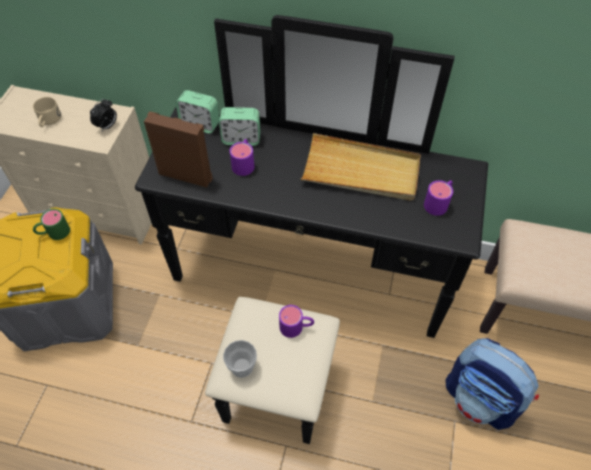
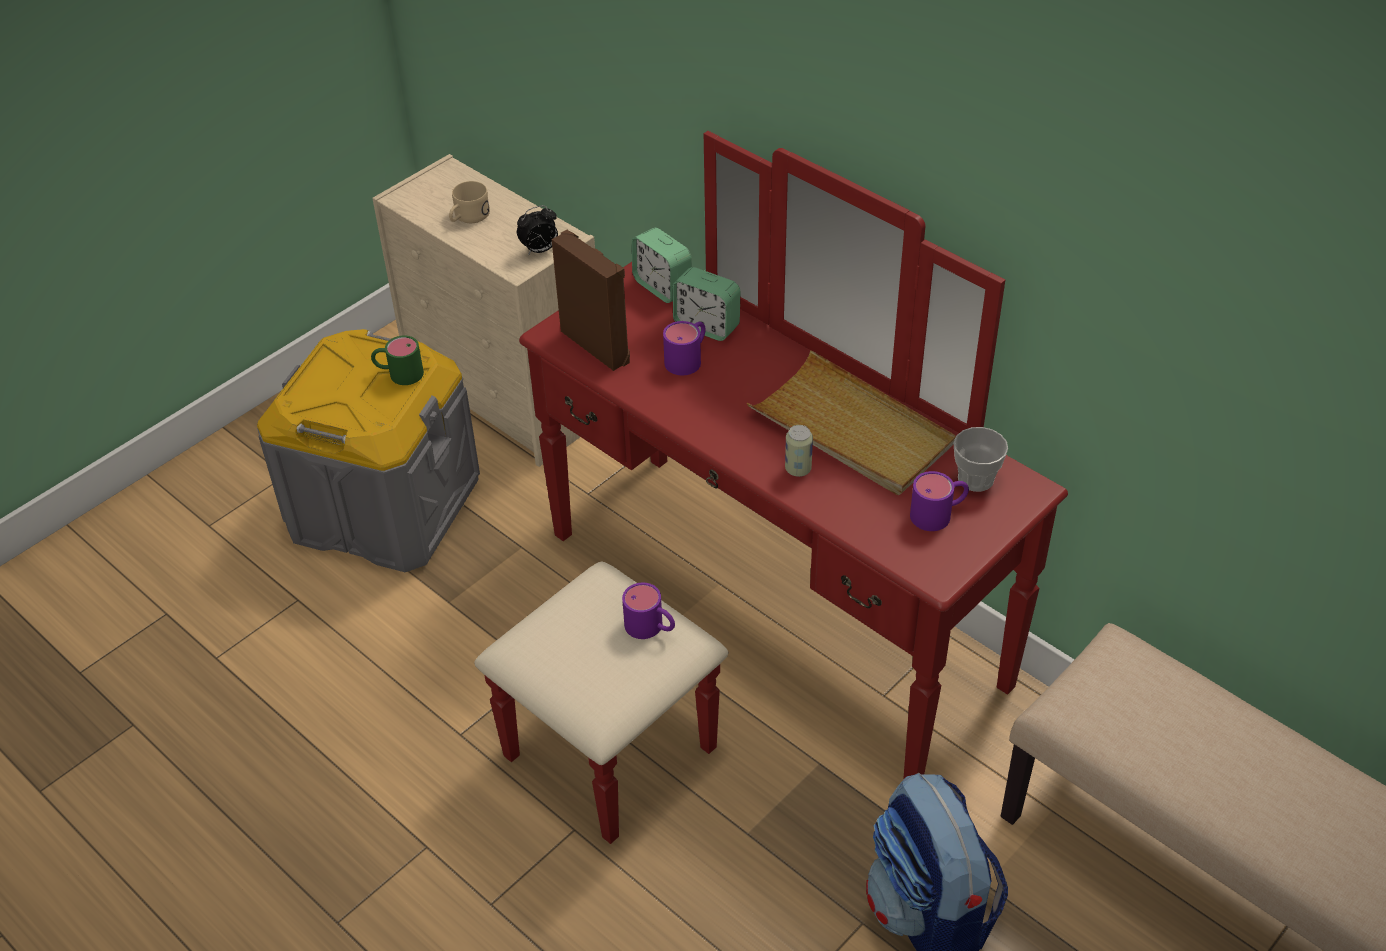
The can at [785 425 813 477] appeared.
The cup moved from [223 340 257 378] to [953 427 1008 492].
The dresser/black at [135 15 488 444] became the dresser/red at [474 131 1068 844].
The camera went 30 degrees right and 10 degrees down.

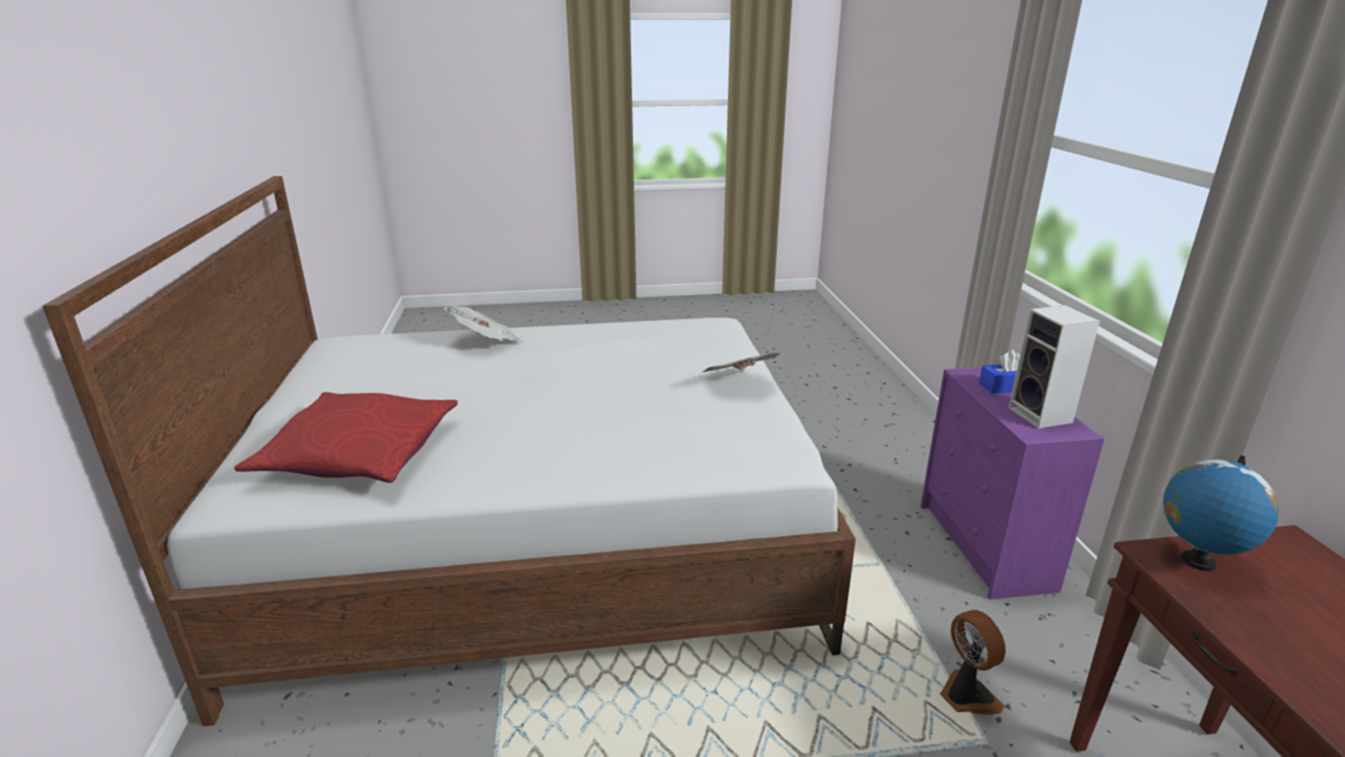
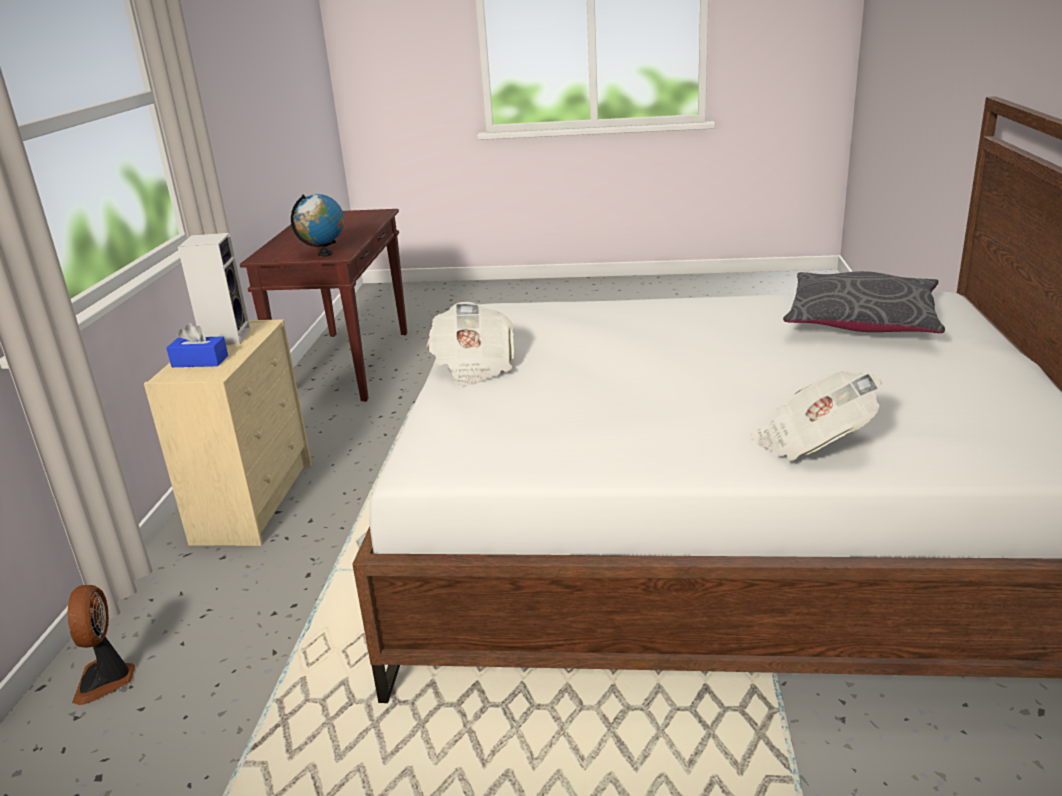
The fan moved from [940 610 1006 715] to [68 585 135 705].
The pillow/red at [234 392 458 483] became the pillow/grey at [783 271 945 333].
The dresser/purple at [920 367 1105 600] became the dresser/beige at [144 319 312 546].
The camera went 165 degrees left and 0 degrees up.

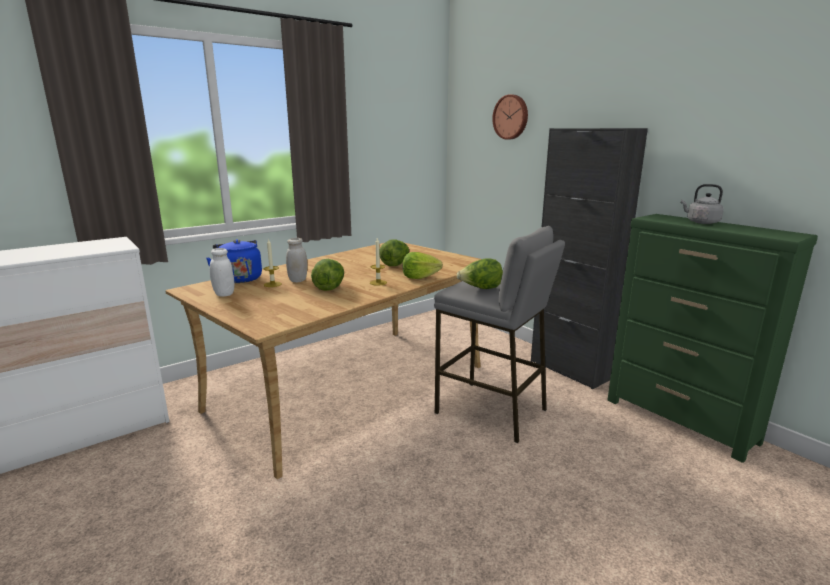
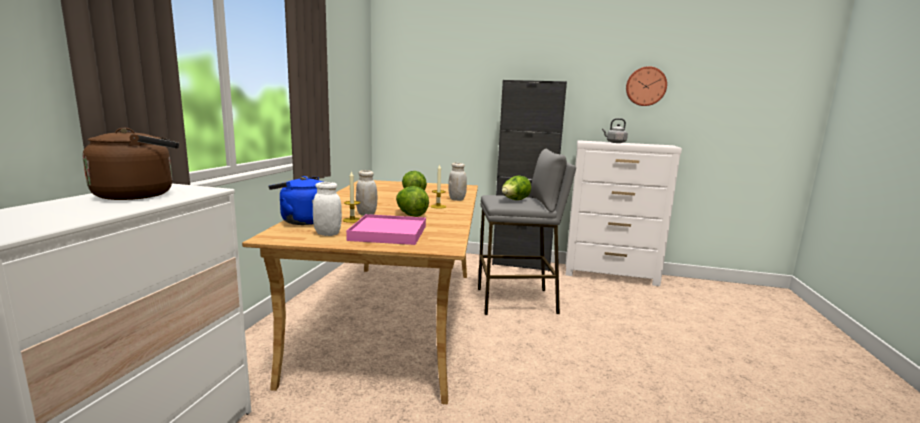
The kettle/brown at [83 128 179 200] appeared.
The tray/pink at [346 214 426 245] appeared.
The wall clock moved from [492 94 528 140] to [626 66 667 106].
The lettuce at [402 252 443 279] was replaced by the jar/white at [448 163 467 201].
The dresser/green at [607 214 818 463] became the dresser/white at [566 140 682 286].
The camera went 40 degrees left and 5 degrees down.

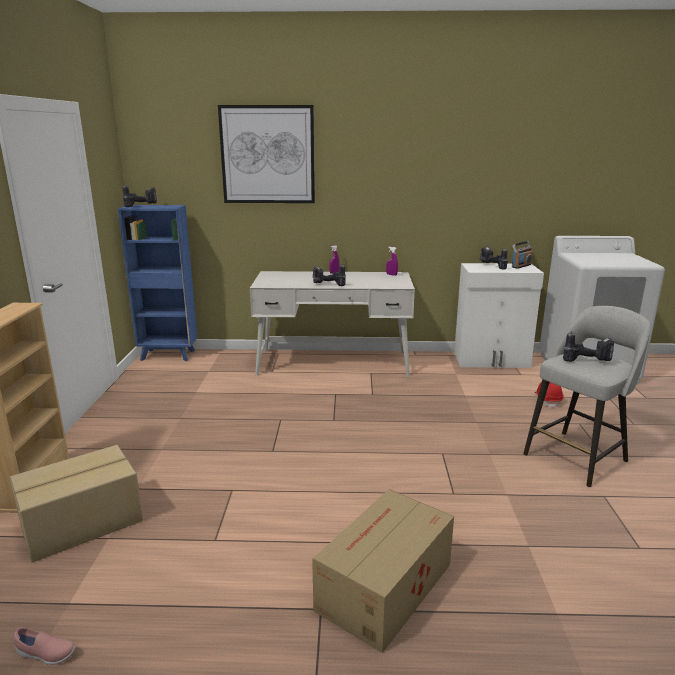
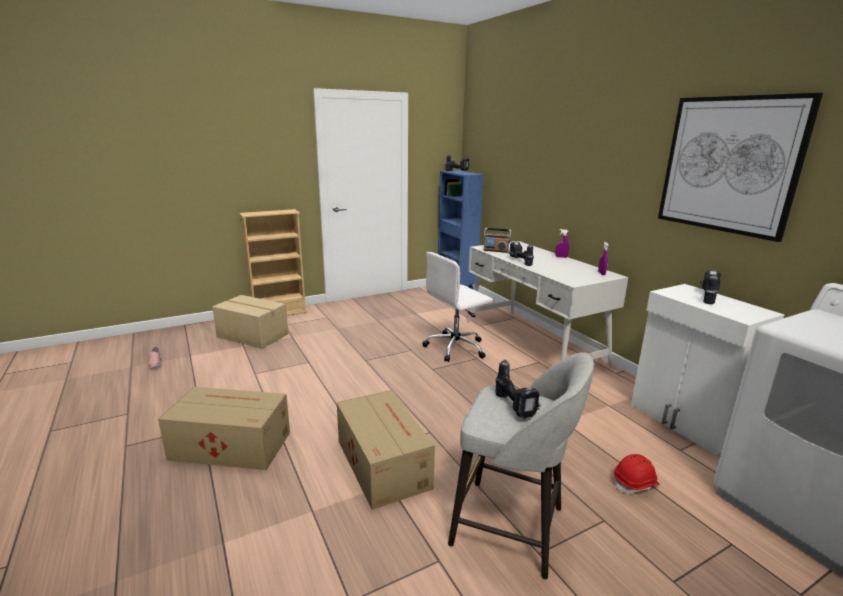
The cardboard box at [337 390 435 510] appeared.
The office chair/white at [422 252 493 362] appeared.
The picture moved from [218 105 315 203] to [658 93 823 242].
The radio moved from [512 241 532 269] to [484 228 511 253].
The camera went 60 degrees right and 0 degrees up.

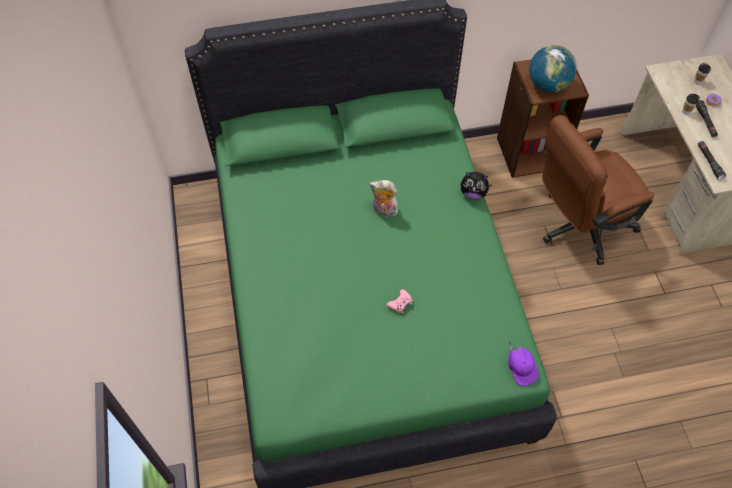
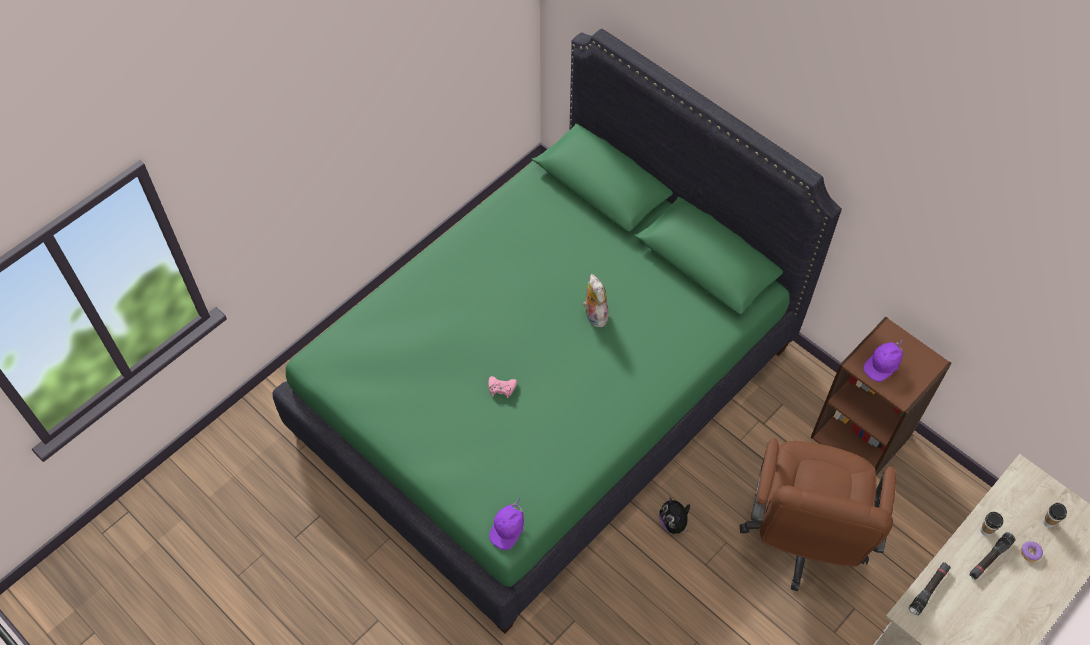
The plush toy moved from [461 172 492 199] to [659 497 690 534].
The globe at [529 45 577 92] was replaced by the cap/purple at [863 340 903 382].
The office chair/brown at [542 115 655 265] turned 105 degrees counterclockwise.
The camera went 55 degrees right and 0 degrees up.

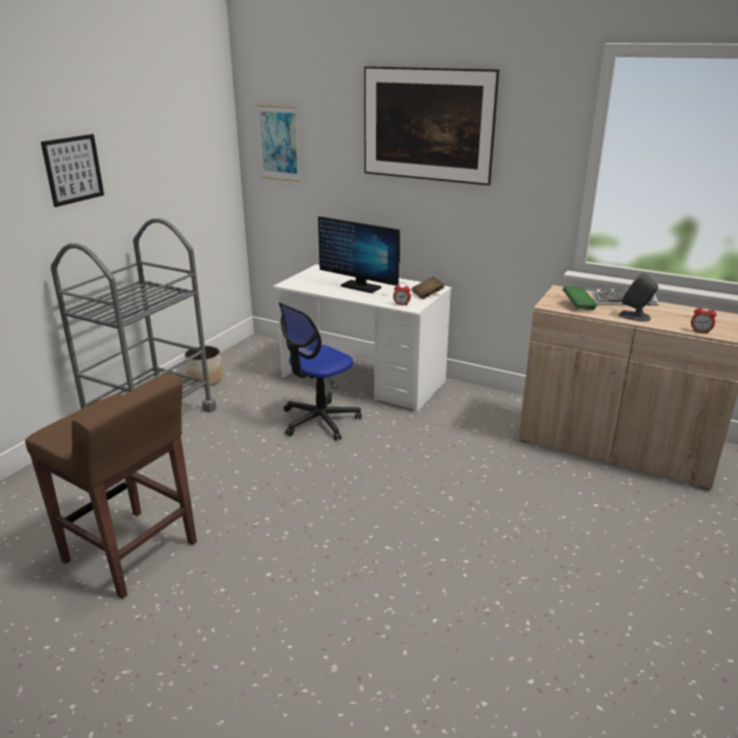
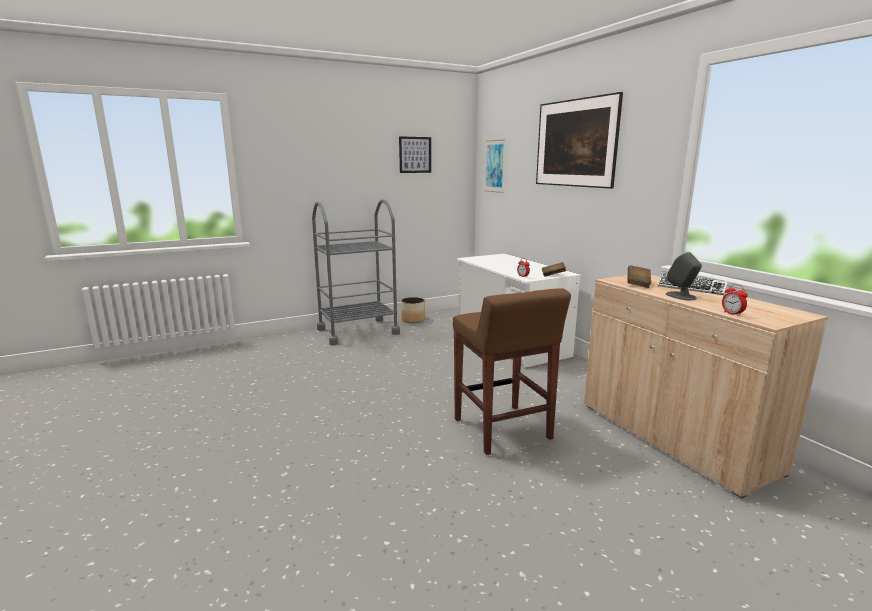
The office chair at [279 303 362 441] disappeared.
The monitor at [318 216 400 293] disappeared.
The stool/brown moved from [25 373 197 599] to [453 288 571 455].
The picture moved from [41 134 104 207] to [399 136 431 173].
The book/green at [562 286 598 310] became the book/brown at [627 265 651 288].
The camera went 35 degrees right and 10 degrees down.

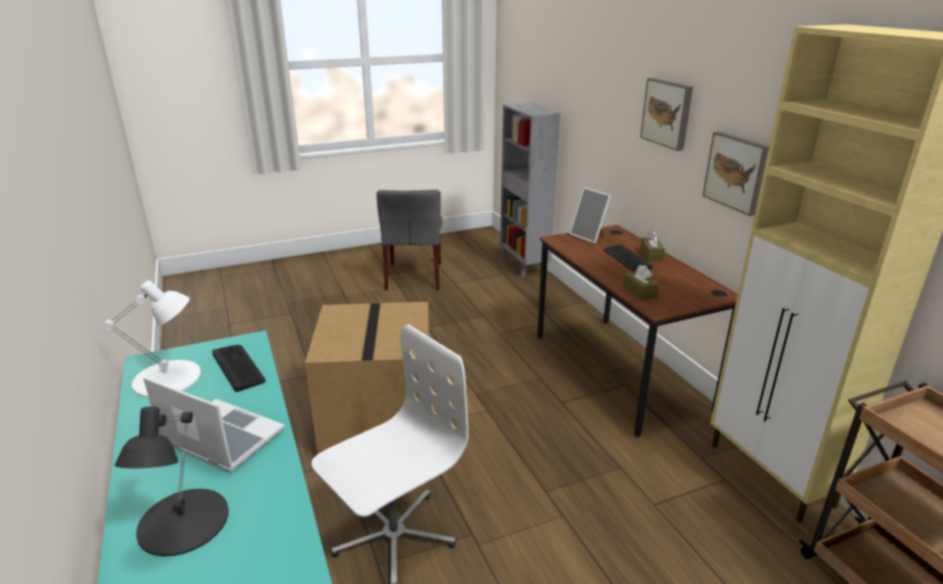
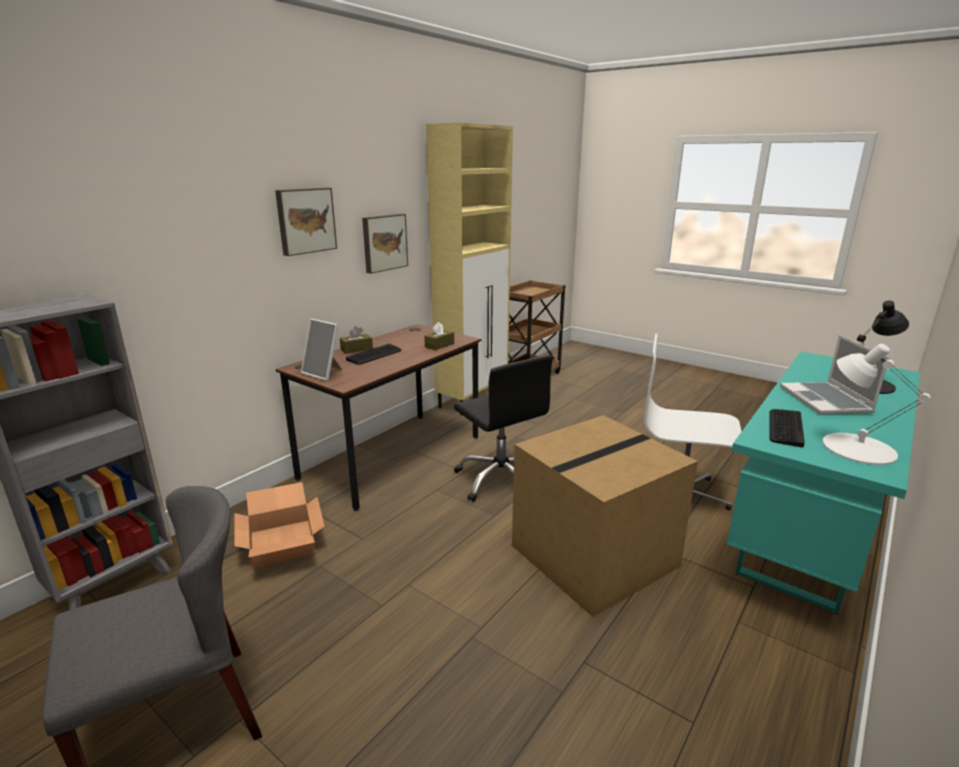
The cardboard box at [234 482 325 568] appeared.
The office chair/black at [454 355 553 502] appeared.
The picture frame at [569 187 611 244] turned 105 degrees clockwise.
The camera went 120 degrees left and 5 degrees down.

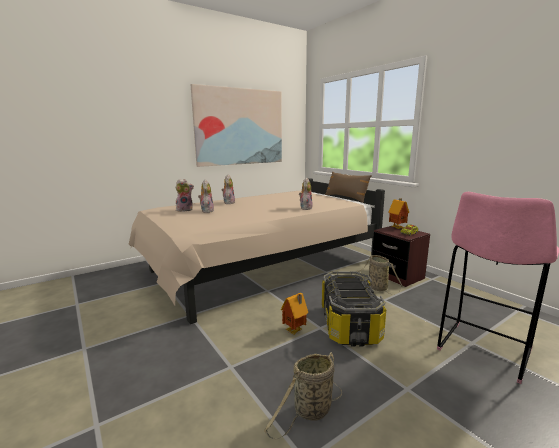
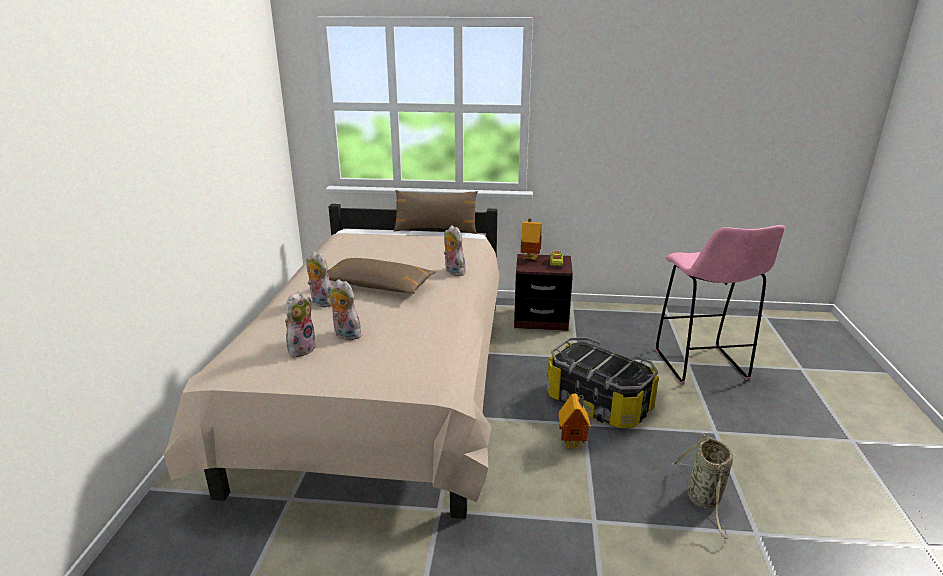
The picture at [190 84 282 167] disappeared.
The basket at [354 255 402 295] disappeared.
The pillow/brown at [328 258 435 294] appeared.
The camera went 50 degrees left and 10 degrees up.

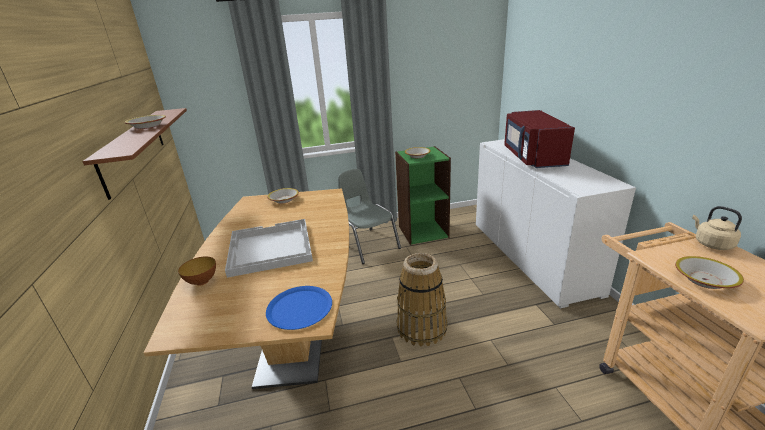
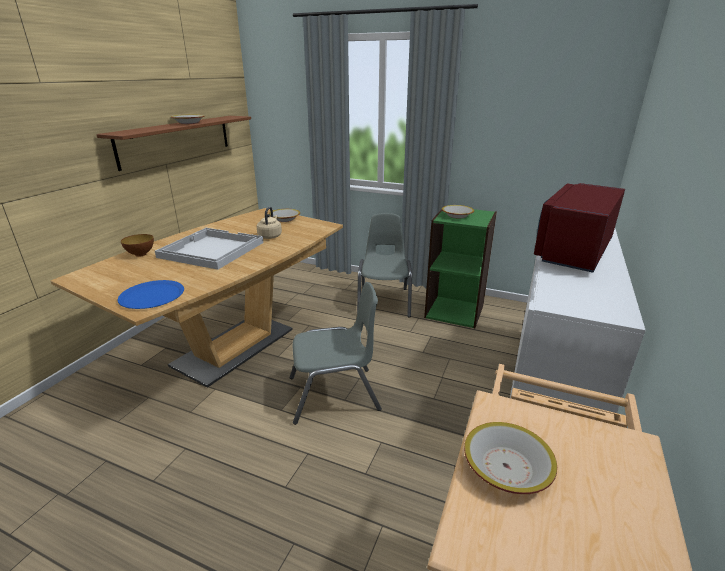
The kettle/beige moved from [692 206 742 250] to [256 207 282 239].
The basket at [396 253 448 347] was replaced by the chair/grey at [290 282 382 425].
The camera went 35 degrees right and 0 degrees up.

